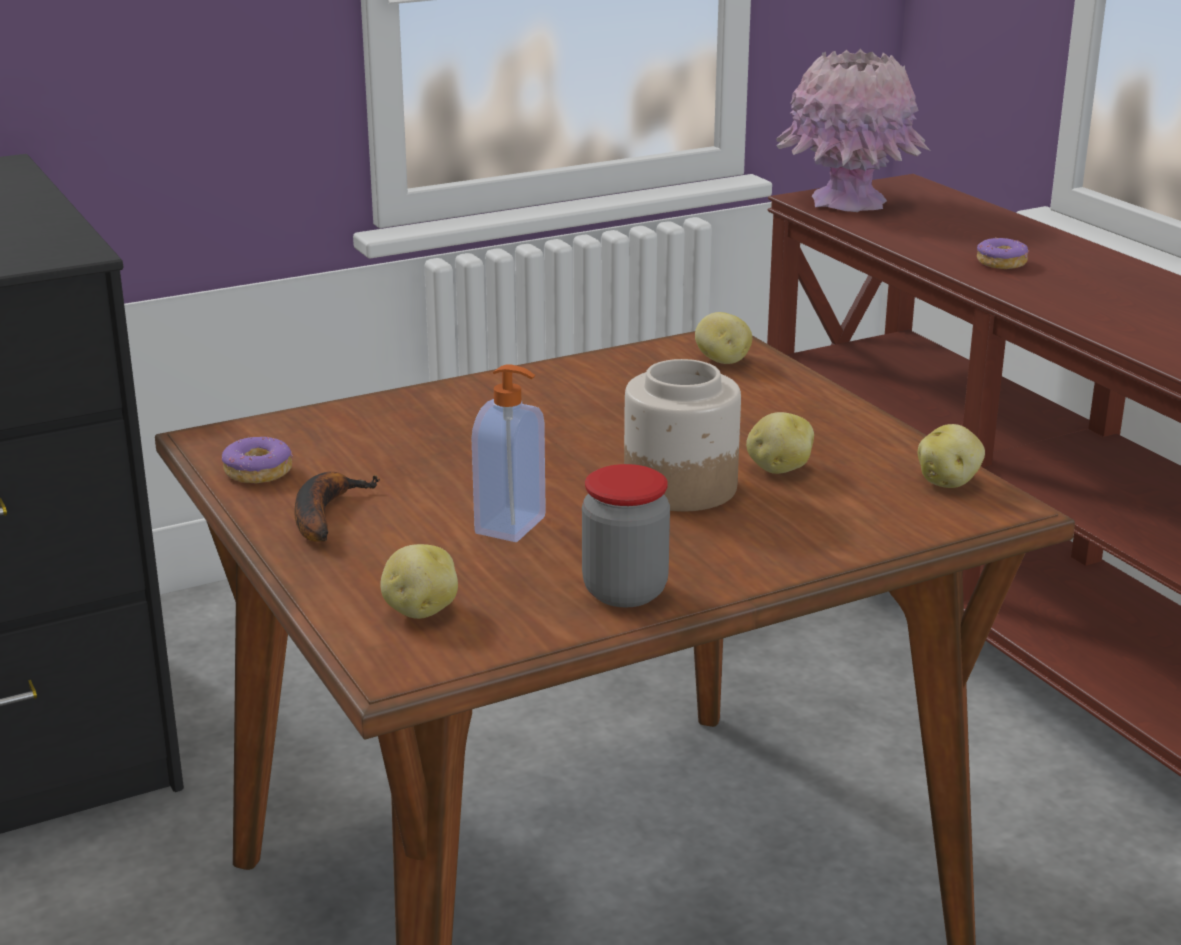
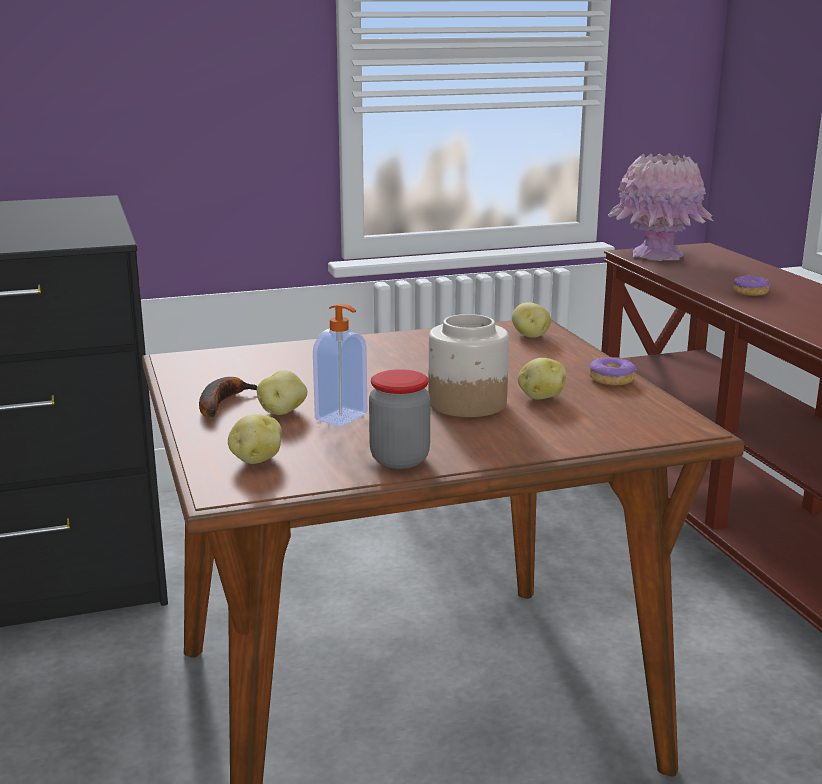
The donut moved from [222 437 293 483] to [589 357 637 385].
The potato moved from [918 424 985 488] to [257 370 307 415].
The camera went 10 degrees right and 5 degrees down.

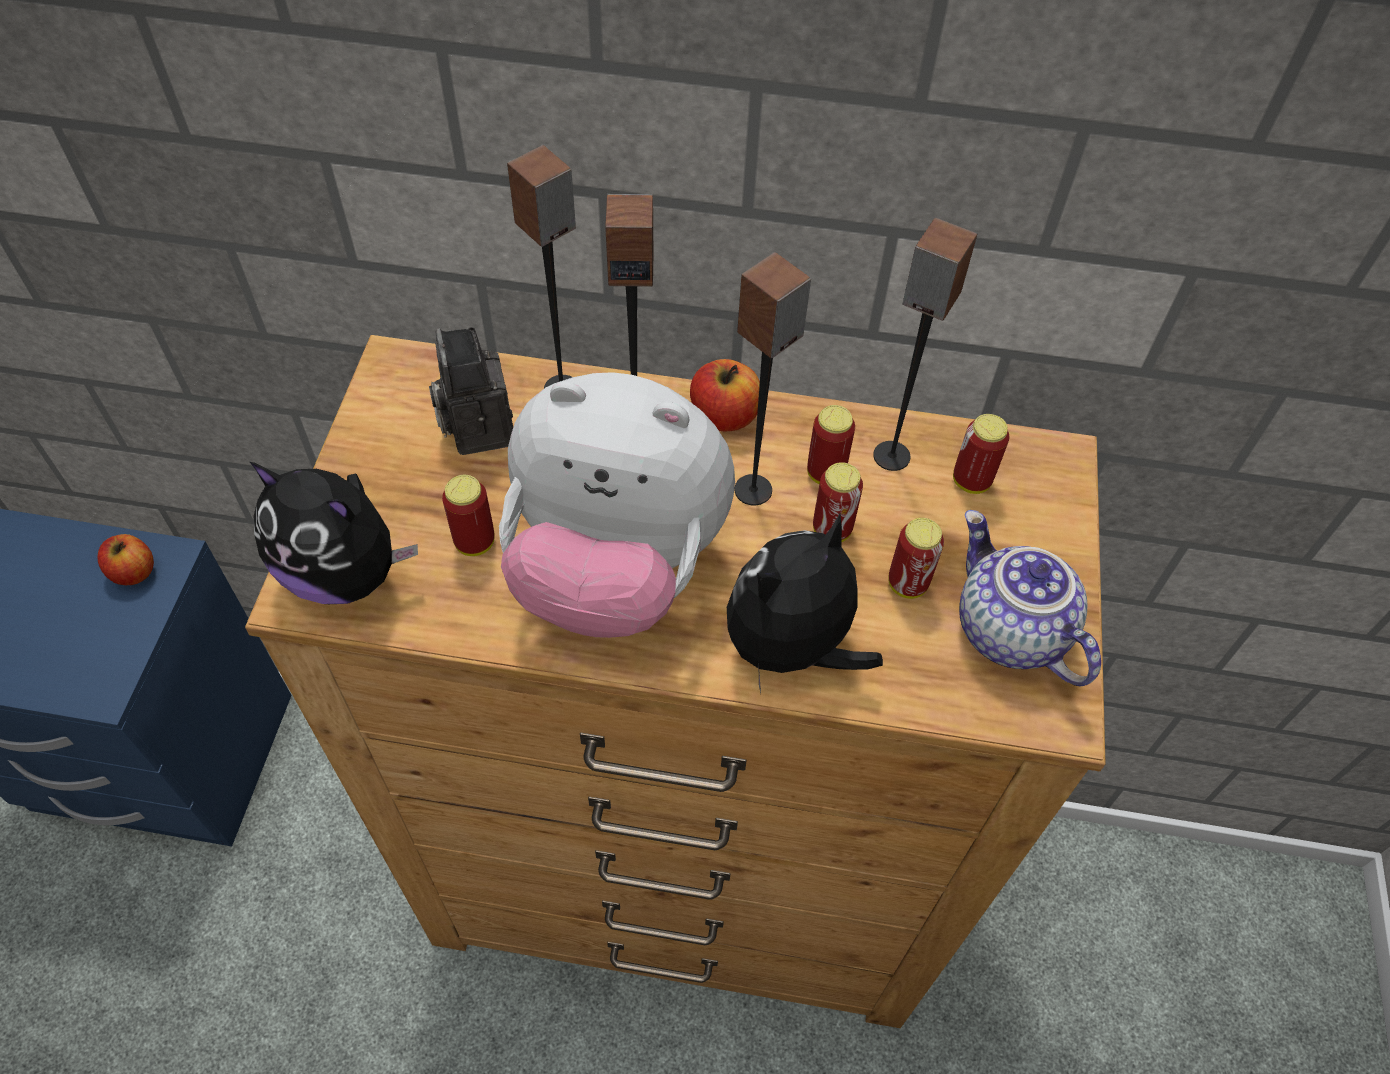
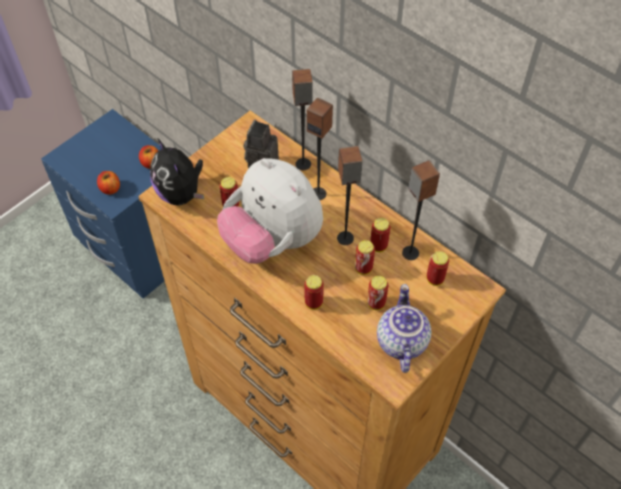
The apple moved from [690 359 760 431] to [97 171 120 195].
The plush toy at [727 514 883 693] was replaced by the can at [304 275 324 310].
The camera went 35 degrees right and 0 degrees up.

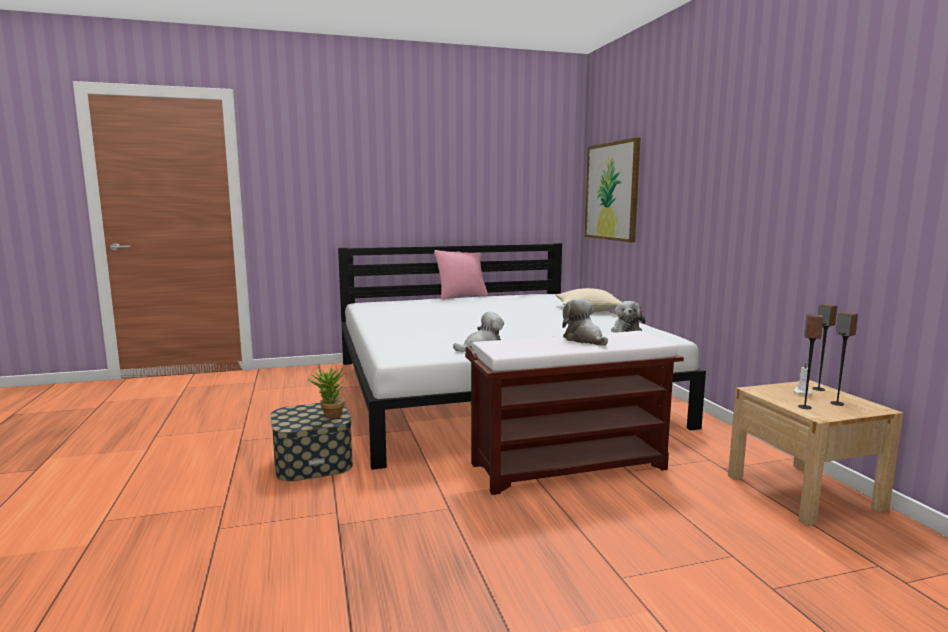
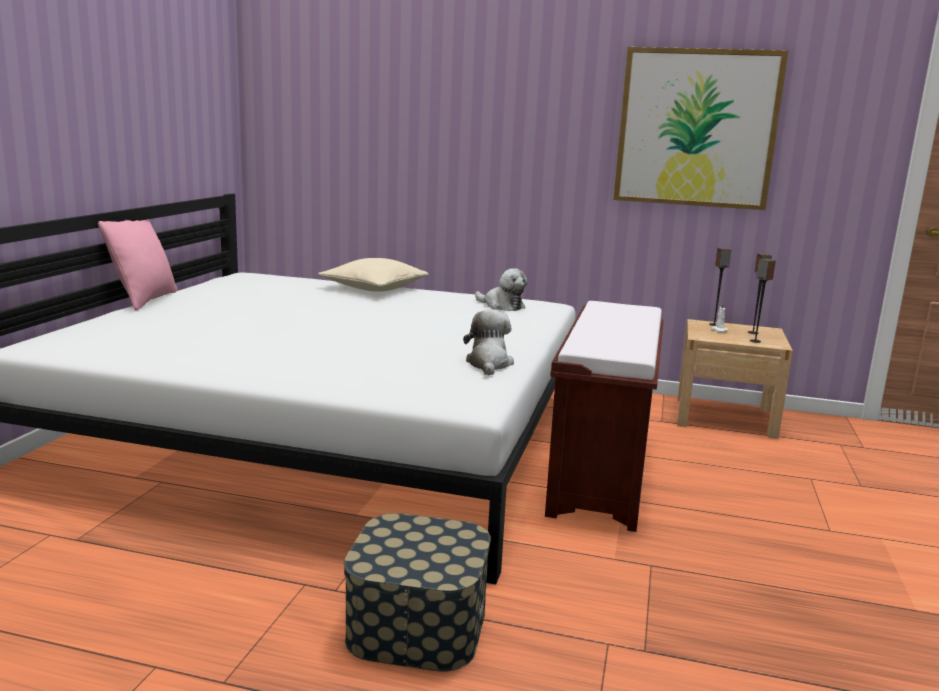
The potted plant at [308 367 346 418] disappeared.
The plush toy at [562 298 608 346] disappeared.
The picture moved from [585 137 641 242] to [614 47 789 210].
The camera went 60 degrees left and 5 degrees up.

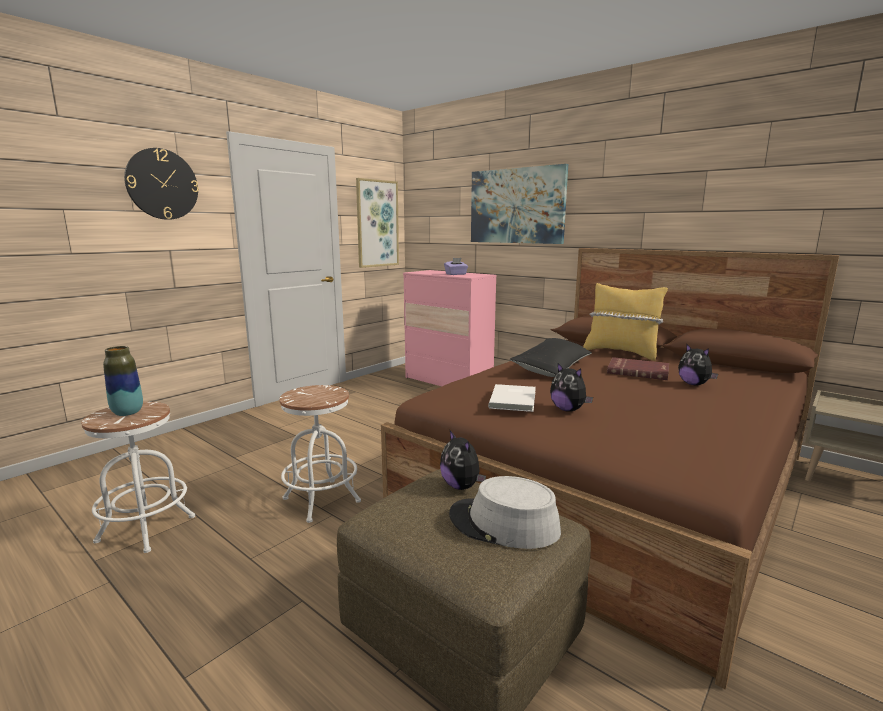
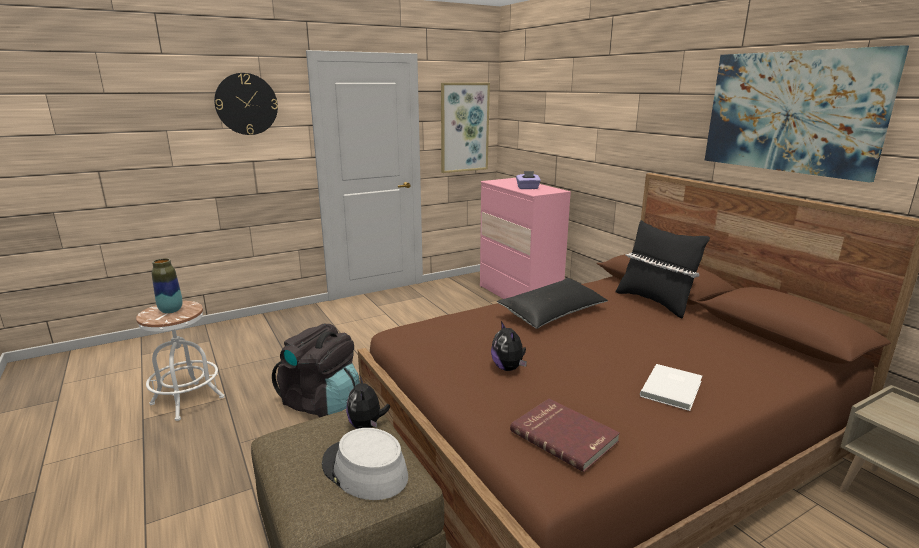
The plush toy at [678 343 718 386] disappeared.
The picture moved from [471 164 568 244] to [705 45 909 183].
The book/white moved from [488 384 536 412] to [640 364 702 411].
The book/red moved from [607 357 669 380] to [510 399 620 472].
The stool/white at [279 385 361 523] was replaced by the backpack/black at [272 324 360 418].
The pillow/yellow at [583 283 668 361] became the pillow/black at [616 220 710 318].
The camera went 20 degrees right and 5 degrees up.

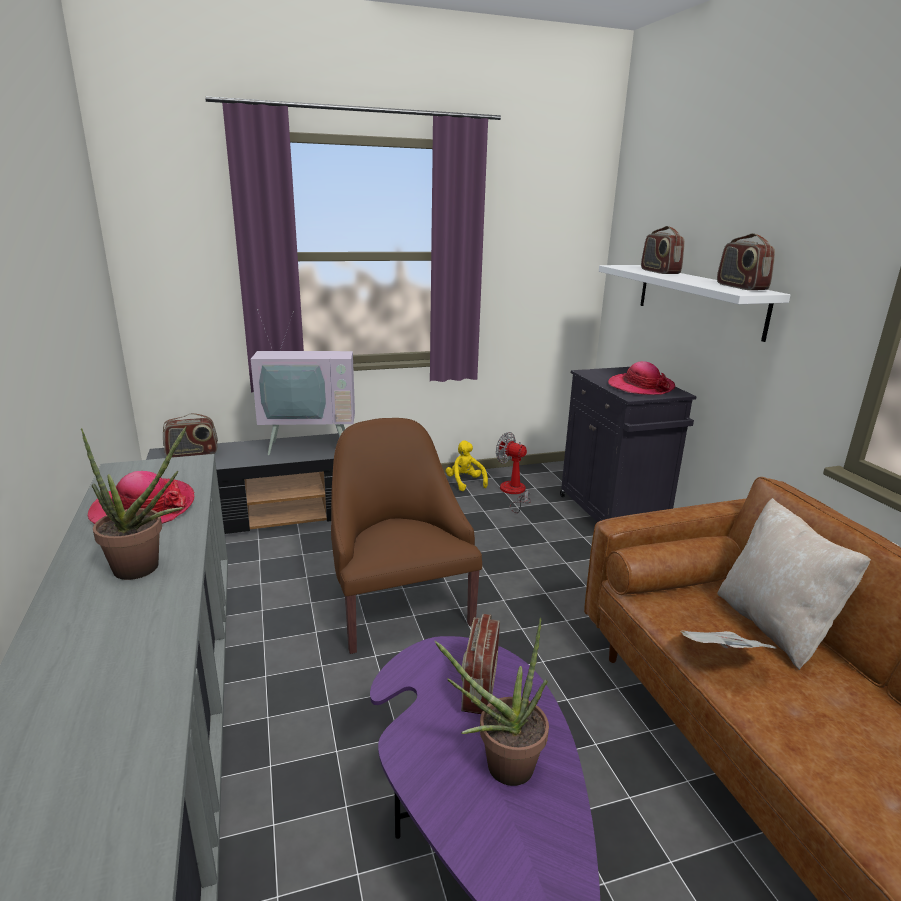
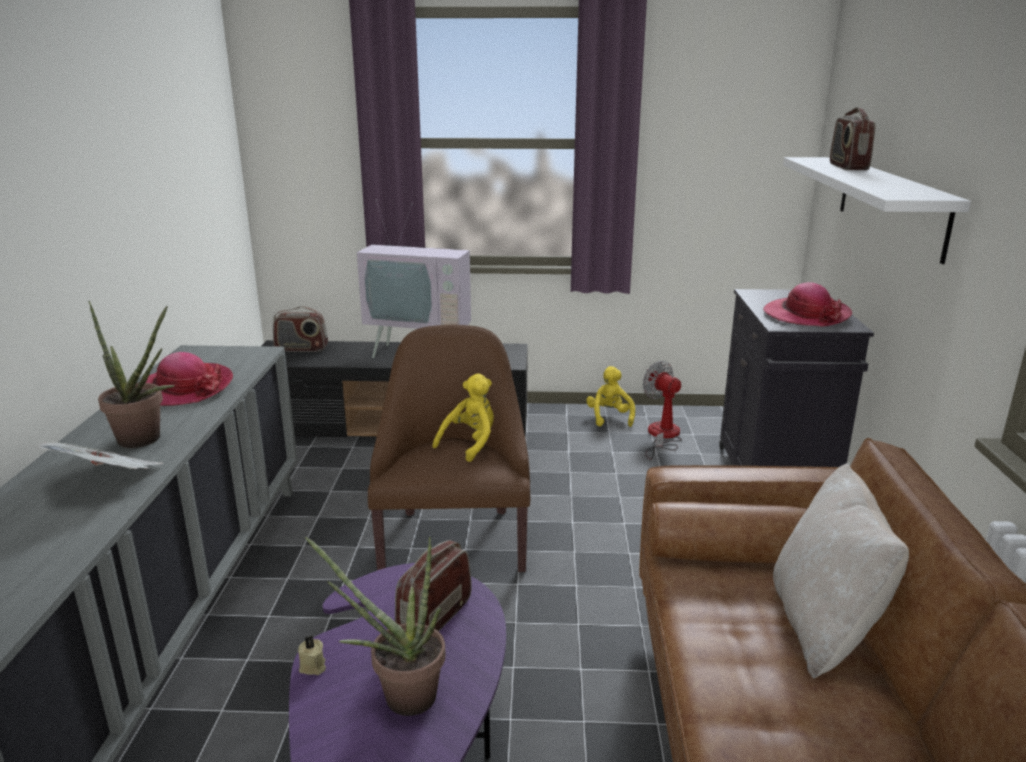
The radio at [717 233 775 290] disappeared.
The candle/beige at [298 636 326 675] appeared.
The plush toy/yellow at [433 373 494 462] appeared.
The newspaper moved from [680 630 777 649] to [38 442 163 469].
The camera went 20 degrees right and 0 degrees up.

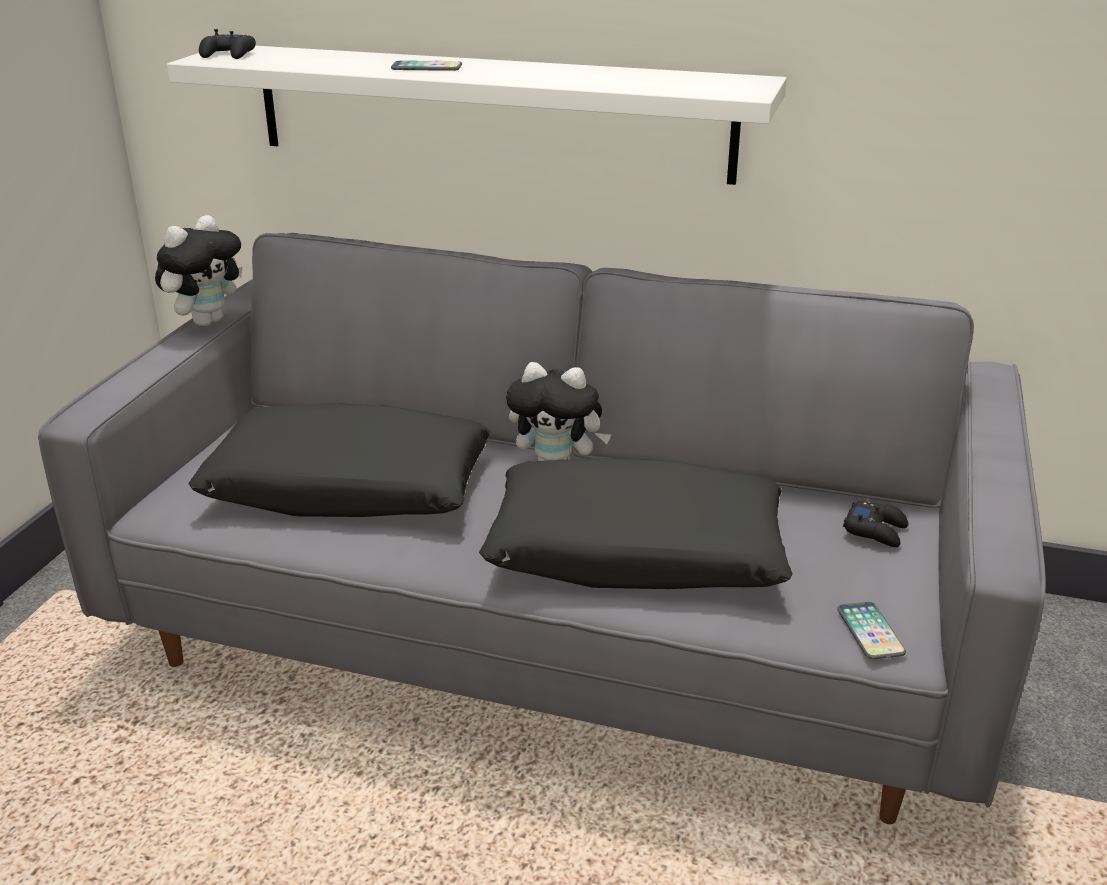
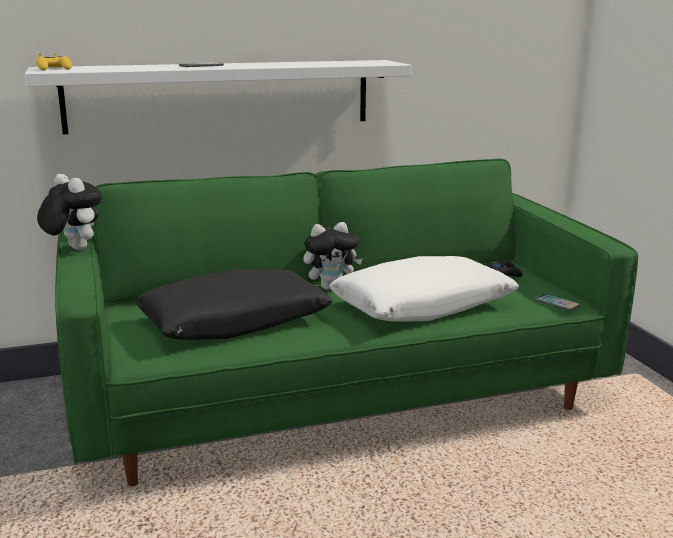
The sofa/grey at [38 233 1046 824] became the sofa/green at [55 159 638 487].
The game controller/black at [199 29 256 59] became the game controller/yellow at [36 53 72 71].
The pillow/black at [479 458 793 589] became the pillow/white at [329 256 519 322].
The plush toy at [155 215 243 327] turned 45 degrees counterclockwise.
The camera went 35 degrees left and 10 degrees down.

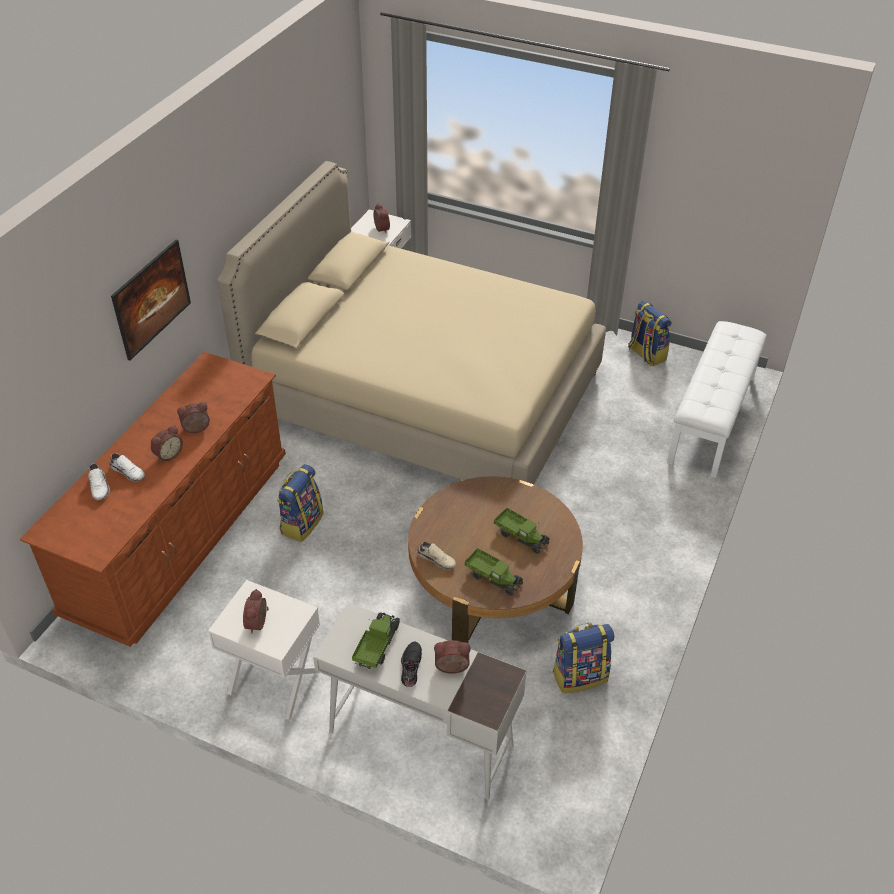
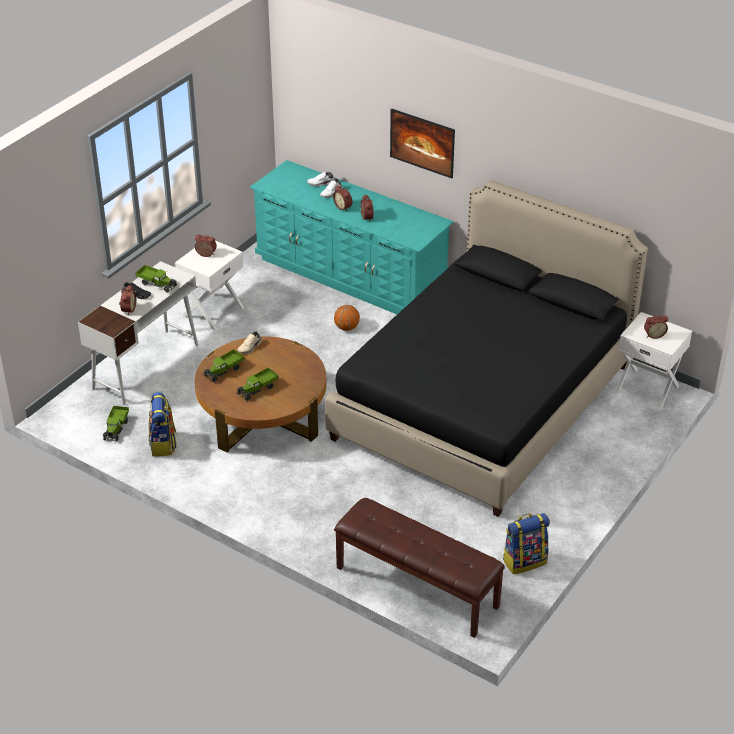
The toy truck at [103 406 129 442] appeared.
The backpack at [277 464 323 542] was replaced by the basketball at [334 305 360 331].
The dresser/brown at [20 352 286 647] became the dresser/turquoise at [250 160 454 314].
The bed/beige at [217 161 606 484] became the bed/black at [325 180 648 517].
The bench/white at [667 321 767 478] became the bench/brown at [334 498 505 638].
The camera went 100 degrees right and 5 degrees down.

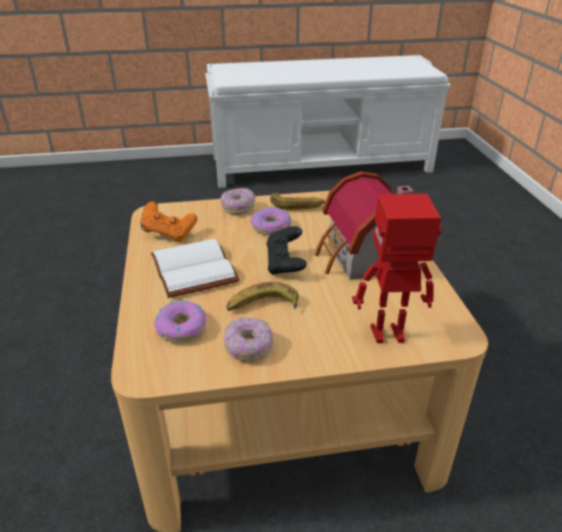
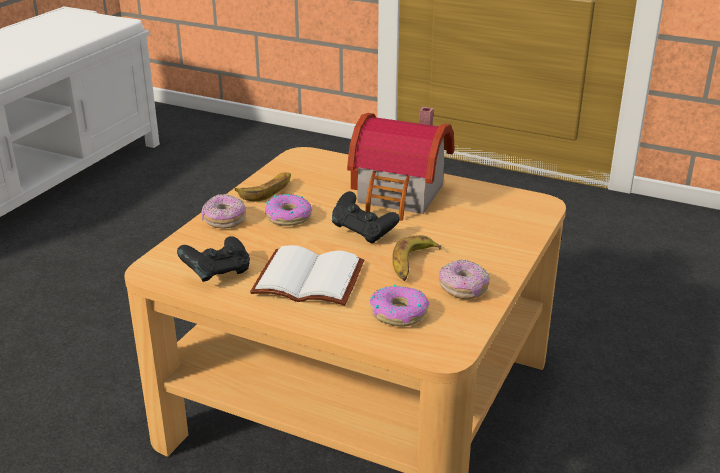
The toy robot at [352 194 441 343] disappeared.
The game controller/orange at [141 202 197 242] became the game controller/black at [177 236 250 282].
The camera went 55 degrees left and 5 degrees down.

